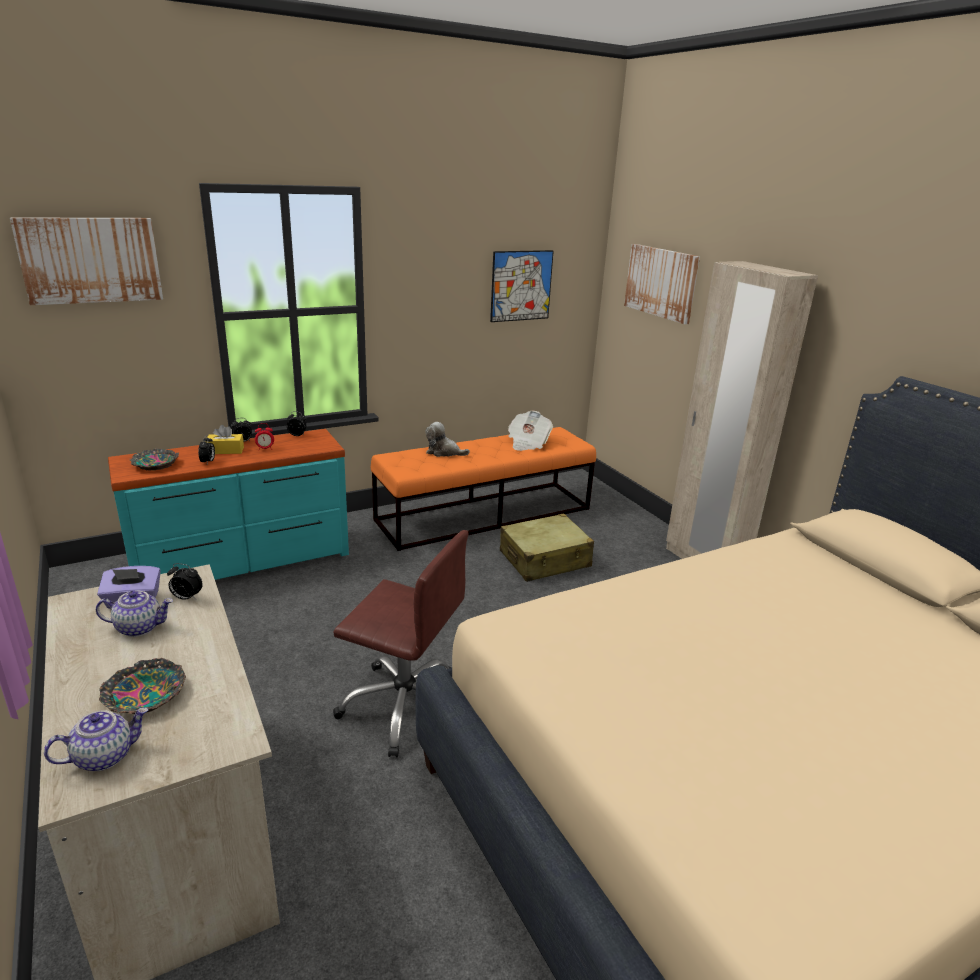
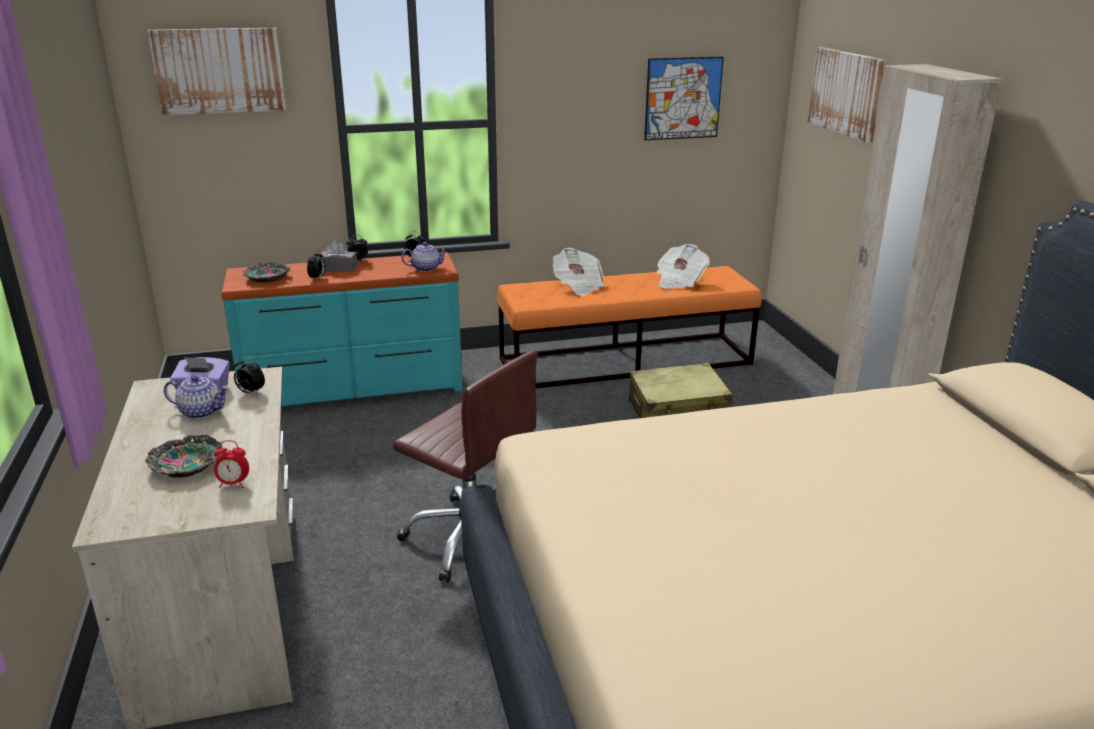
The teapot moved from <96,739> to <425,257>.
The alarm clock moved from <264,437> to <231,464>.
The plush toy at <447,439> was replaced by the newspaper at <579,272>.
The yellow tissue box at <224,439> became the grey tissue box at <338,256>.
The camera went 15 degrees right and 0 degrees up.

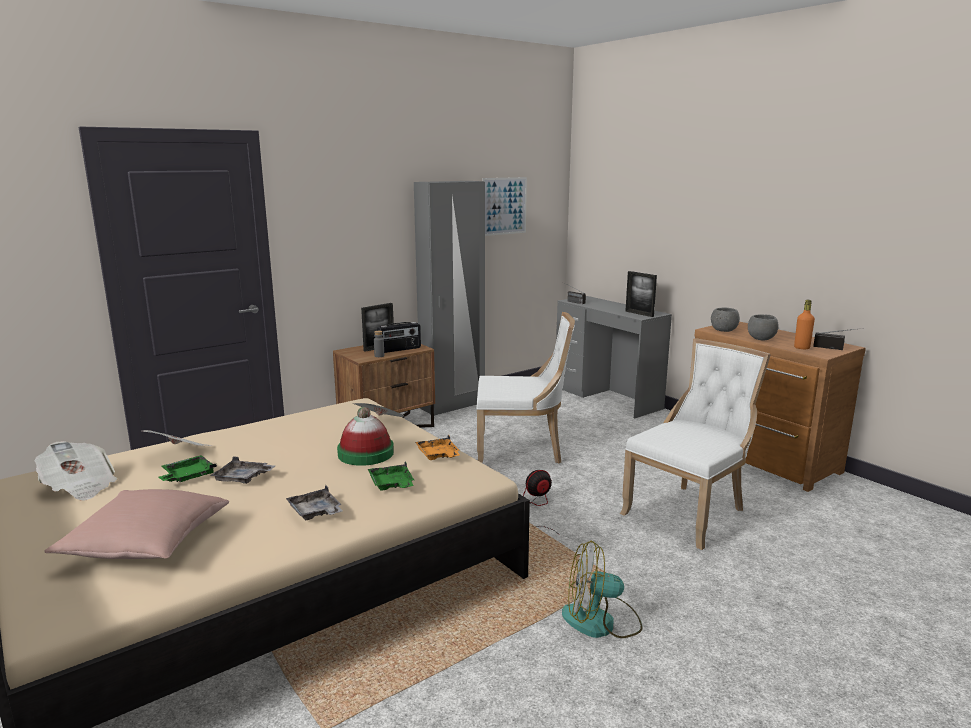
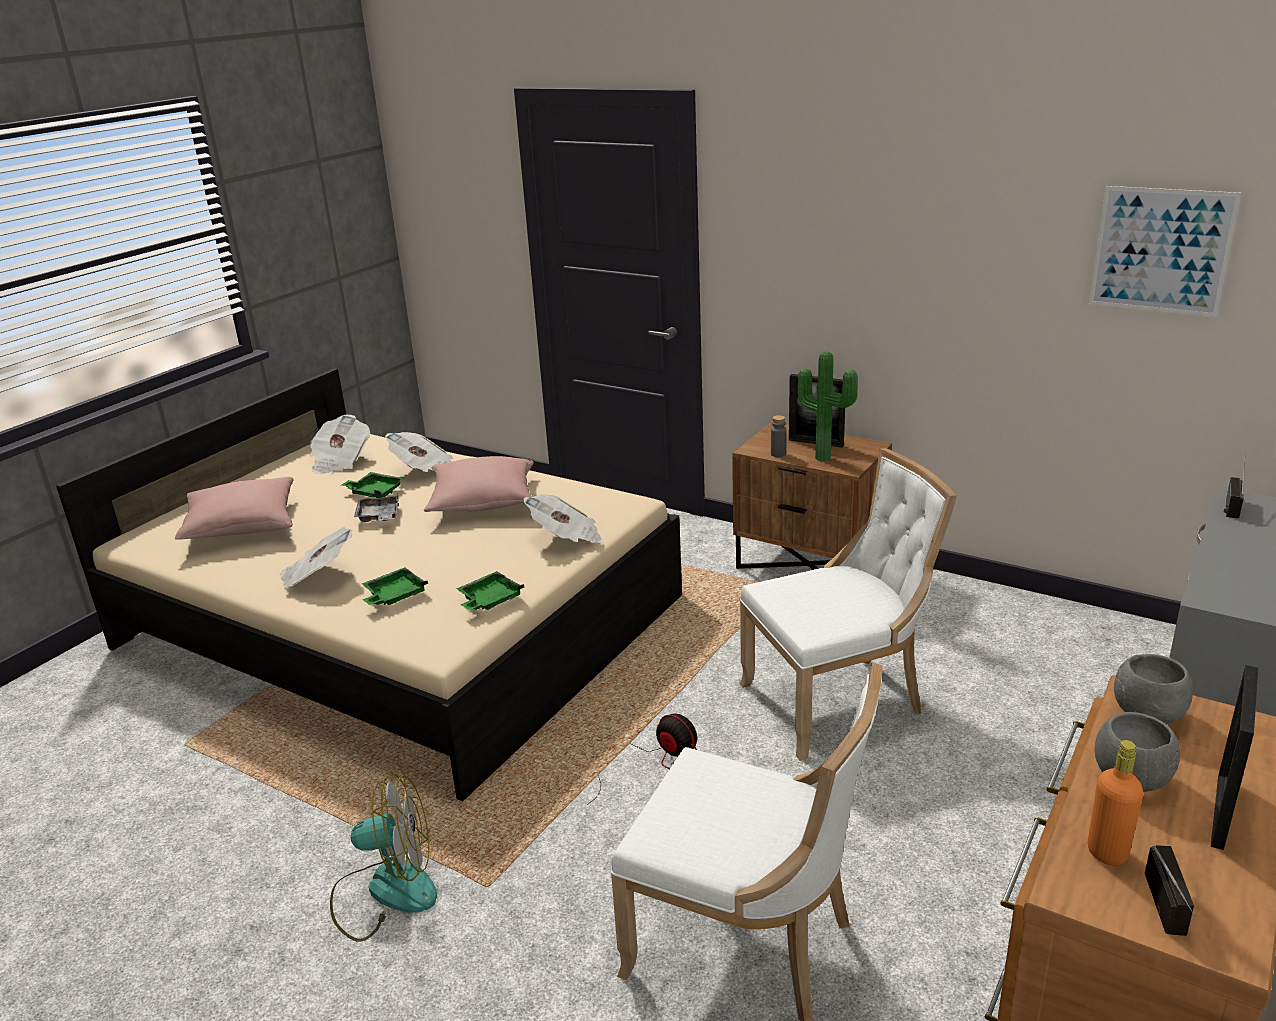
The hat at <365,436> disappeared.
The grey wardrobe at <449,298> disappeared.
The pink pillow at <479,484> appeared.
The picture frame moved from <641,294> to <1234,757>.
The grey tray at <314,502> was replaced by the newspaper at <316,558>.
The radio at <399,337> was replaced by the potted plant at <827,406>.
The orange tray at <437,447> became the green tray at <490,590>.
The white chair at <525,387> turned 90 degrees counterclockwise.
The fan at <602,589> turned 105 degrees clockwise.
The camera went 70 degrees right and 10 degrees up.

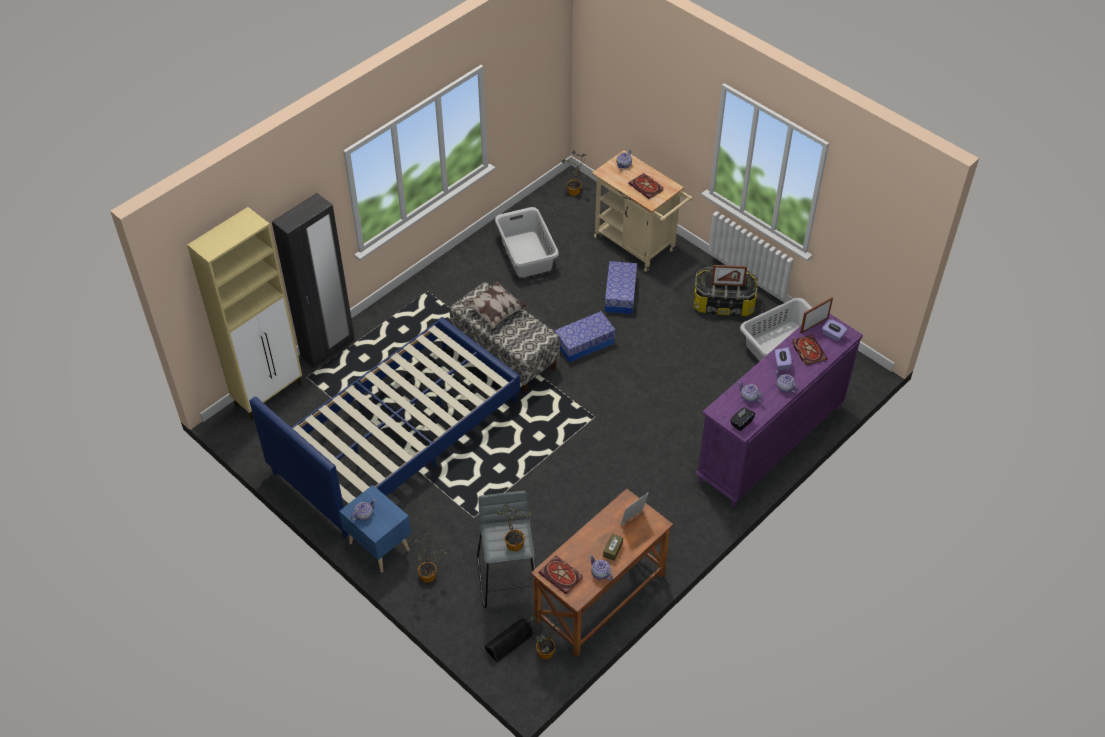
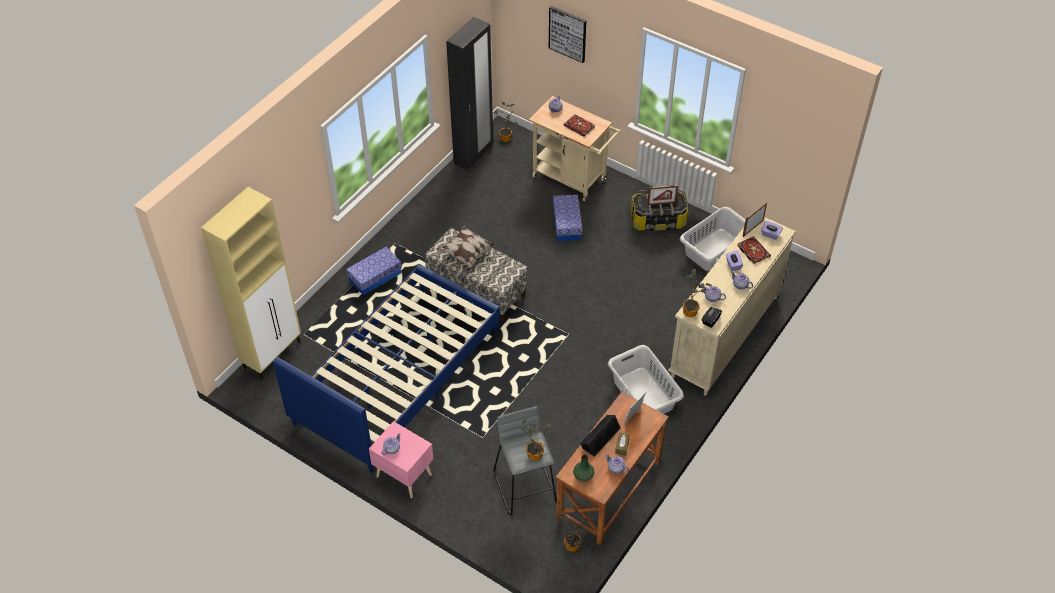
The picture at <567,34> appeared.
The black wardrobe moved from <313,280> to <469,93>.
The potted plant moved from <431,557> to <697,293>.
The black speaker moved from <509,640> to <600,436>.
The grey laundry basket moved from <527,242> to <646,379>.
The storage box moved from <585,336> to <374,271>.
The book at <561,575> was replaced by the green vase at <583,468>.
The blue nightstand at <375,529> became the pink nightstand at <401,459>.
The purple dresser at <779,410> became the beige dresser at <732,306>.
The camera went 10 degrees left and 0 degrees up.

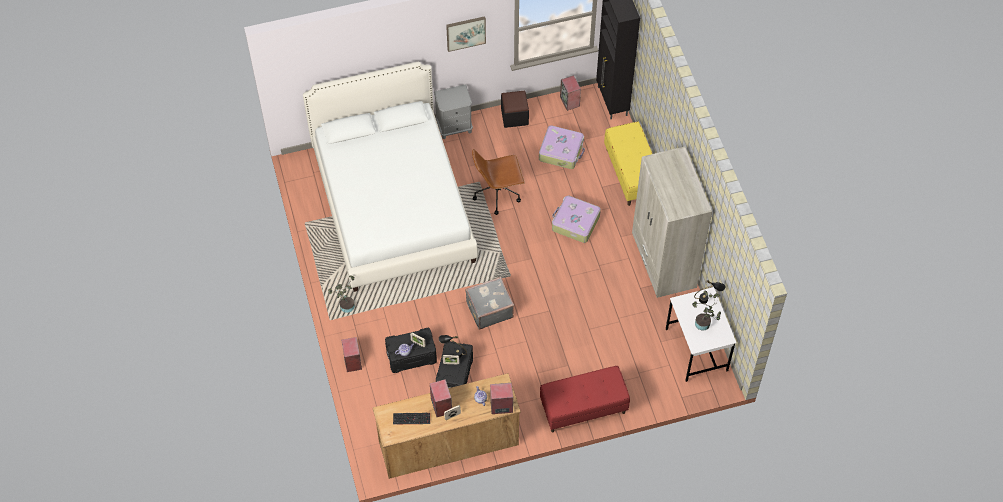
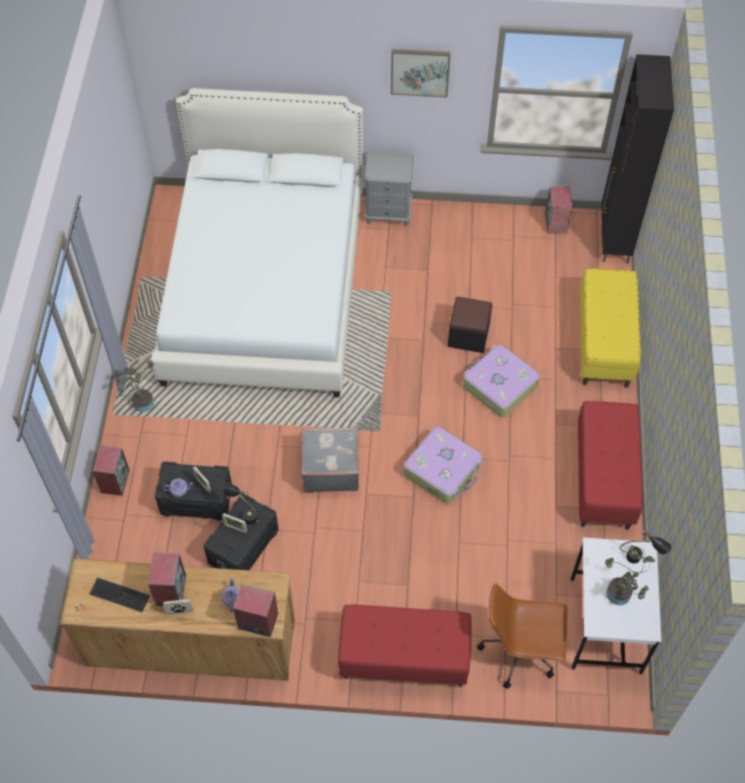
The brown office chair moved from <498,182> to <522,636>.
The black ottoman moved from <515,109> to <470,324>.
The suitcase moved from <562,147> to <443,465>.
The beige wardrobe at <672,222> was replaced by the red bench at <610,465>.
The camera went 20 degrees right and 0 degrees up.

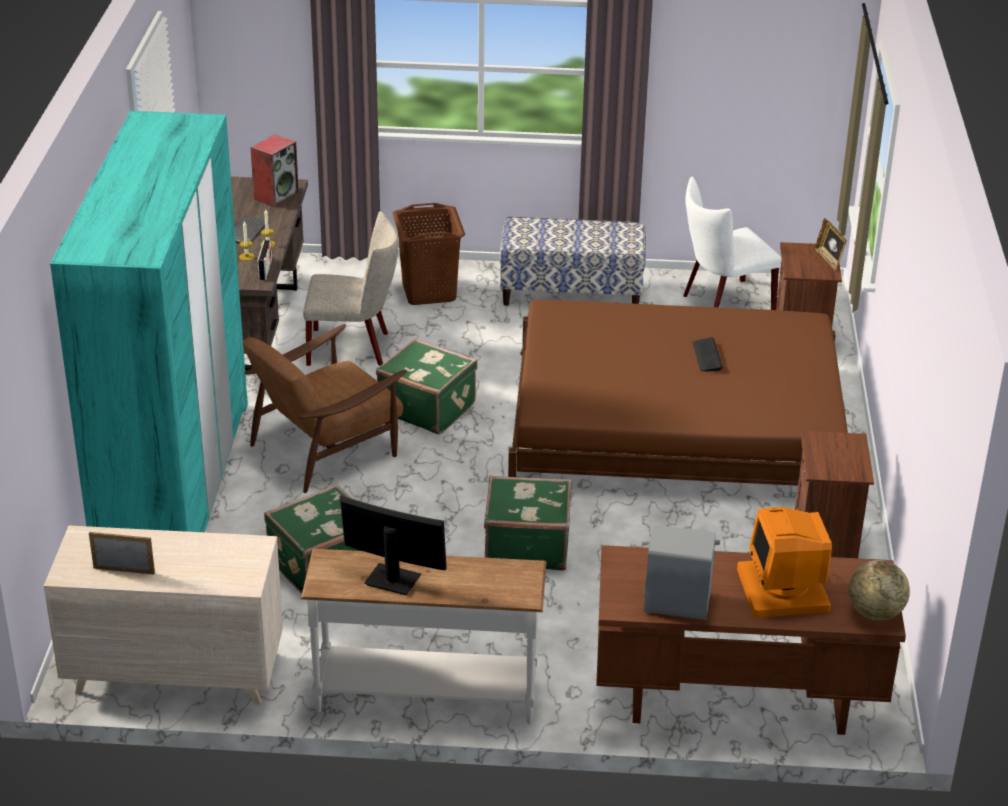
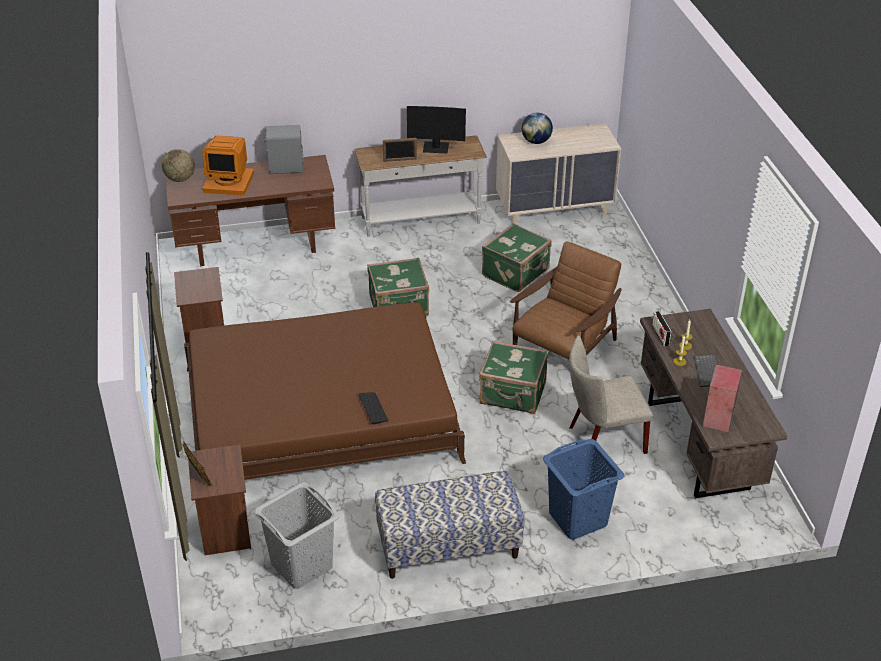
The turquoise wardrobe at <149,322> disappeared.
The globe at <537,128> appeared.
The picture frame moved from <122,553> to <400,150>.
The keyboard moved from <707,354> to <373,408>.
The white chair at <732,243> was replaced by the grey laundry basket at <297,535>.
The brown laundry basket at <428,254> became the blue laundry basket at <583,489>.
The monitor at <784,562> turned 120 degrees clockwise.
The camera went 165 degrees right and 5 degrees up.

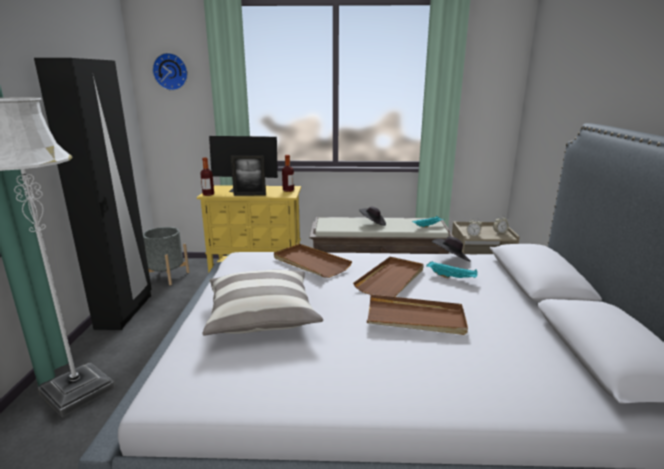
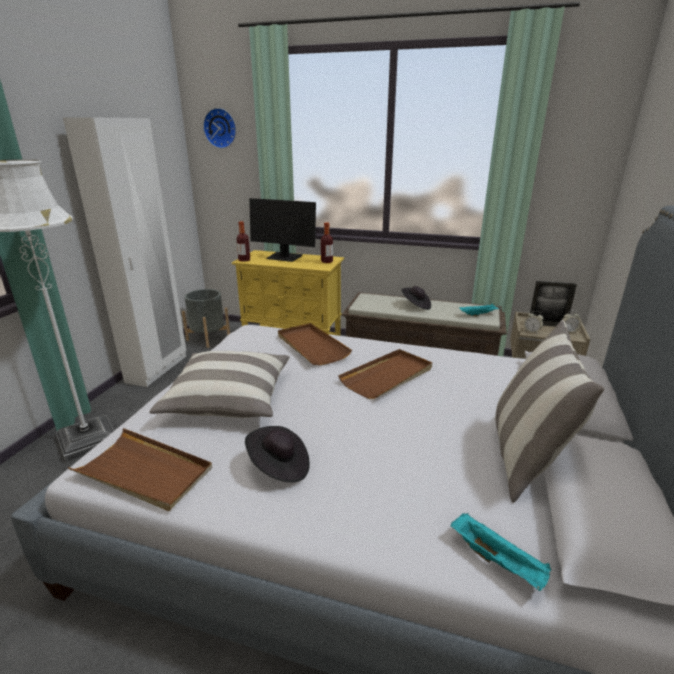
The pillow at <549,411> appeared.
The picture frame moved from <248,175> to <553,304>.
The brown tray moved from <417,314> to <140,469>.
The turquoise tray moved from <452,269> to <500,552>.
The black hat moved from <451,249> to <277,454>.
The black wardrobe at <93,194> became the white wardrobe at <124,252>.
The camera went 15 degrees right and 5 degrees up.

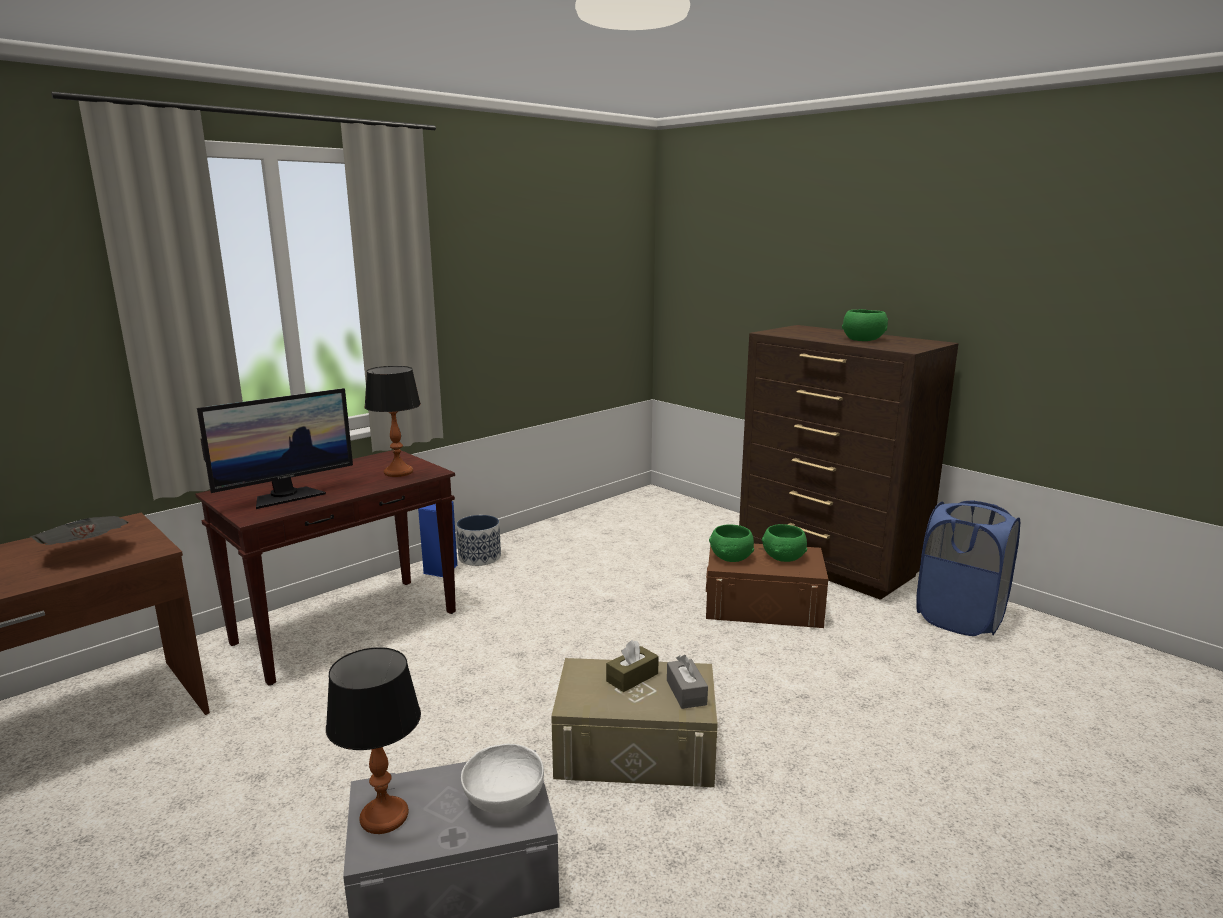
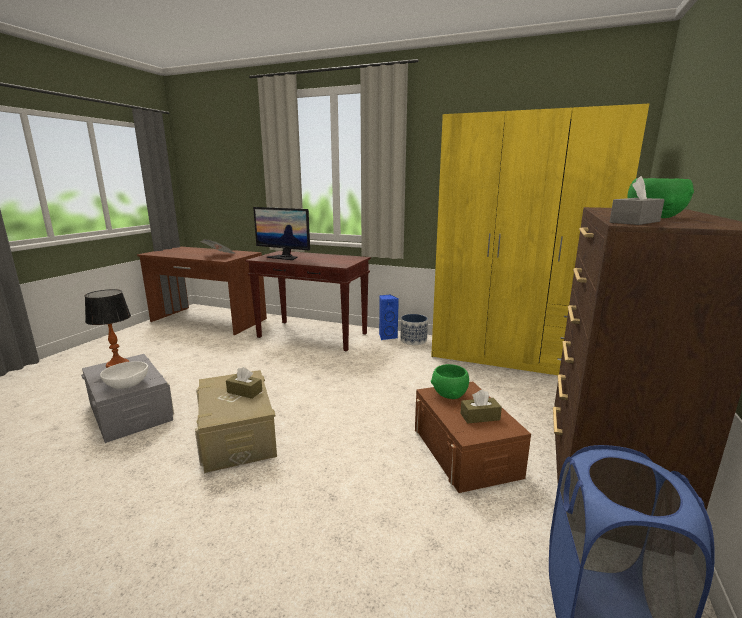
The table lamp at <392,421> disappeared.
The yellow wardrobe at <540,239> appeared.
The grey tissue box moved from <687,682> to <637,200>.
The green bowl at <784,543> was replaced by the brown tissue box at <481,407>.
The camera went 65 degrees right and 0 degrees up.

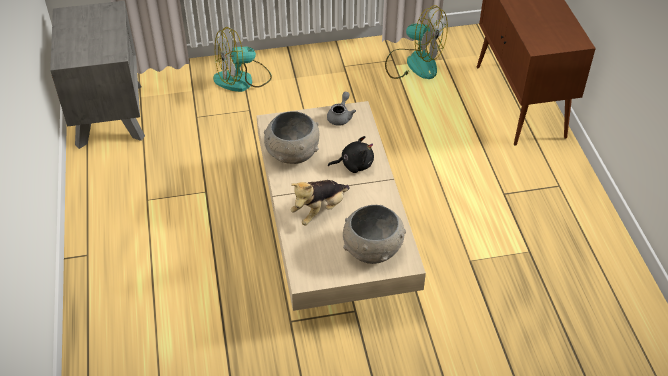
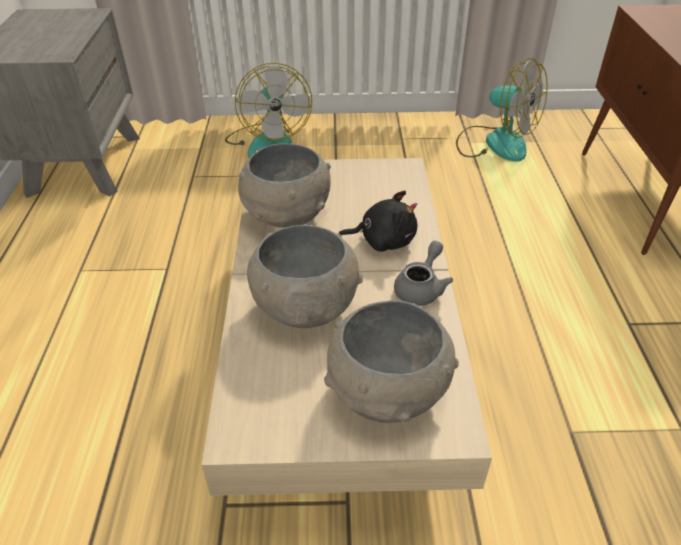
The grey teapot moved from <341,109> to <423,273>.
The plush toy at <320,202> was replaced by the grey bowl at <305,276>.
The fan at <242,59> turned 90 degrees counterclockwise.
The camera went 10 degrees right and 5 degrees down.

